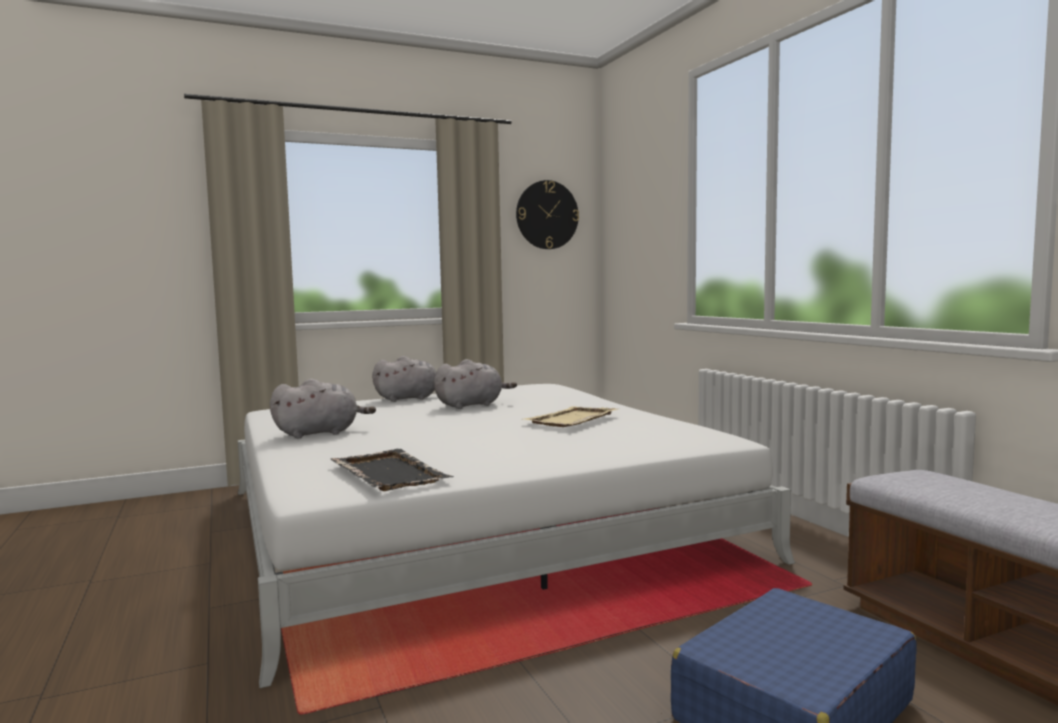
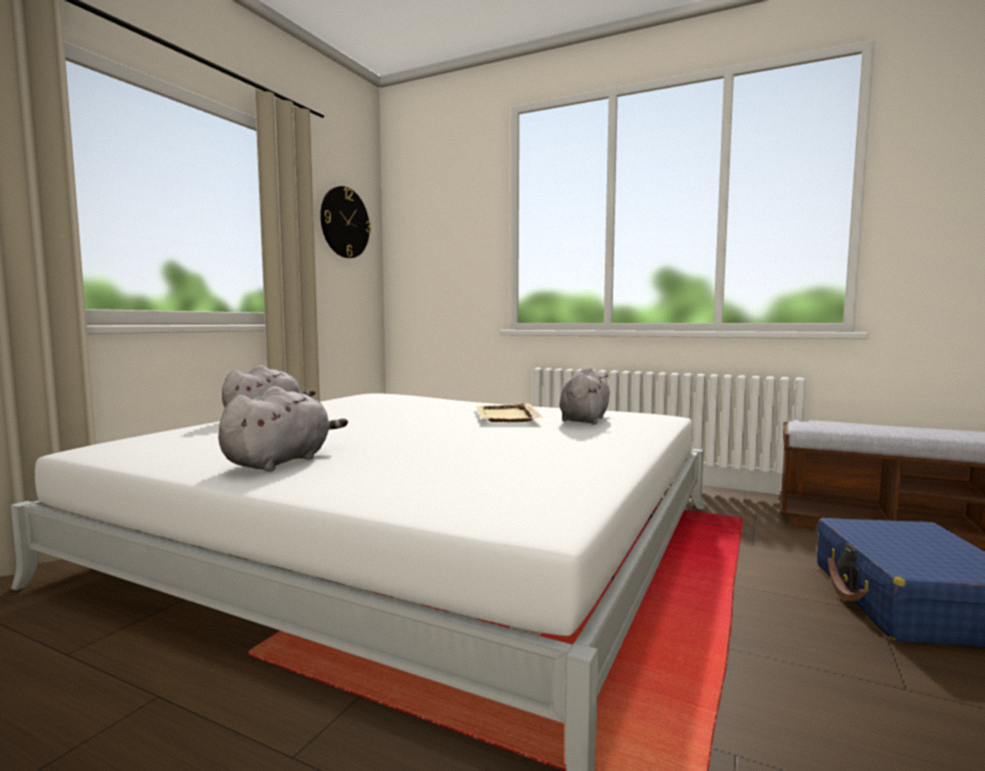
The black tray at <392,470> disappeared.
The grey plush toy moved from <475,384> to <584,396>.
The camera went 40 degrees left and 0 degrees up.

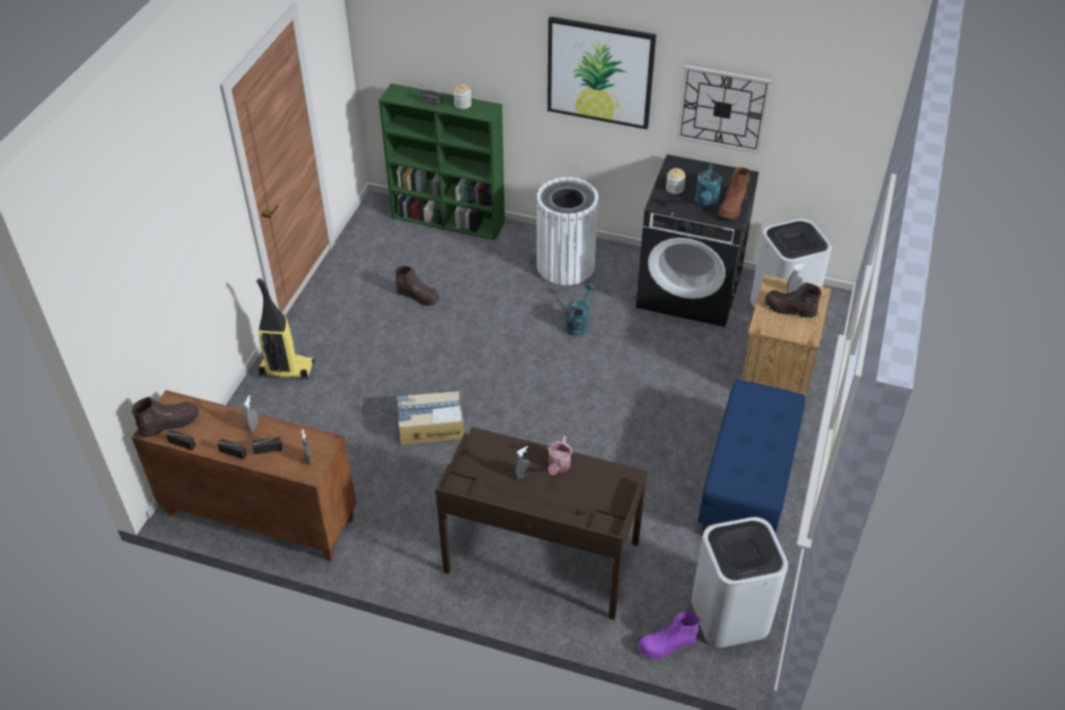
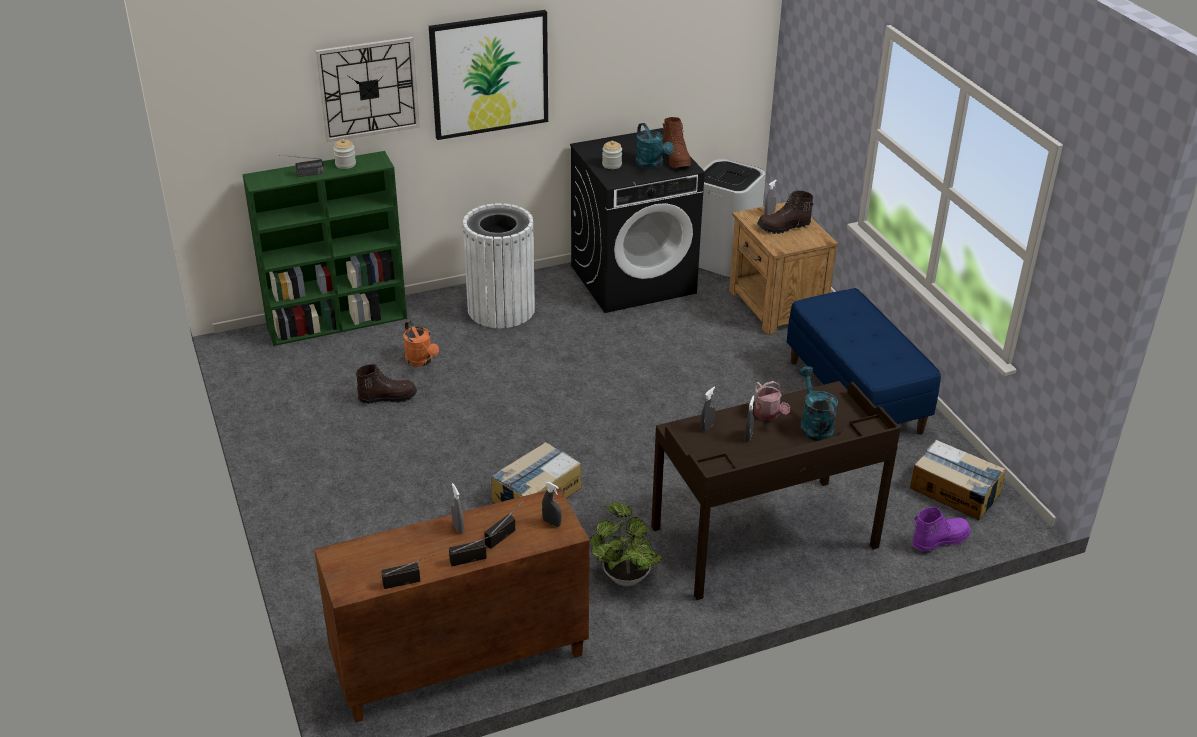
The brown boot at <165,417> disappeared.
The vacuum cleaner at <286,329> disappeared.
The orange watering can at <421,343> appeared.
The potted plant at <626,544> appeared.
The grey spray bottle at <707,409> appeared.
The turquoise watering can moved from <580,309> to <818,403>.
The wall clock moved from <724,109> to <367,89>.
The white trash can at <739,582> was replaced by the cardboard box at <958,480>.
The purple boot at <669,635> turned 150 degrees counterclockwise.
The camera went 40 degrees left and 10 degrees down.

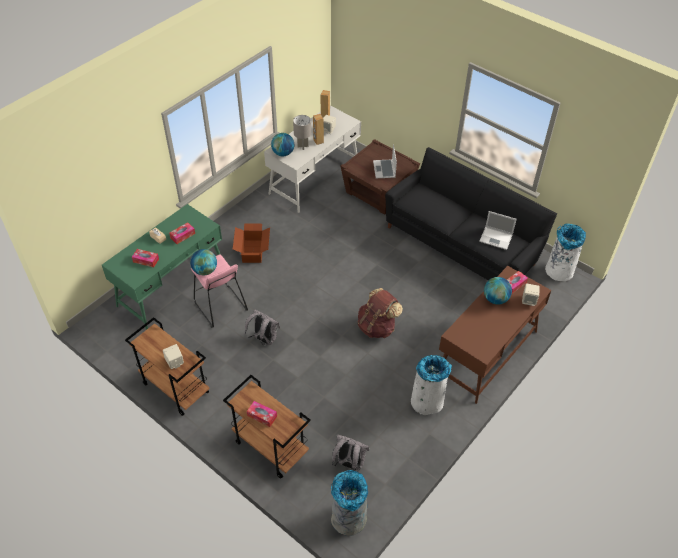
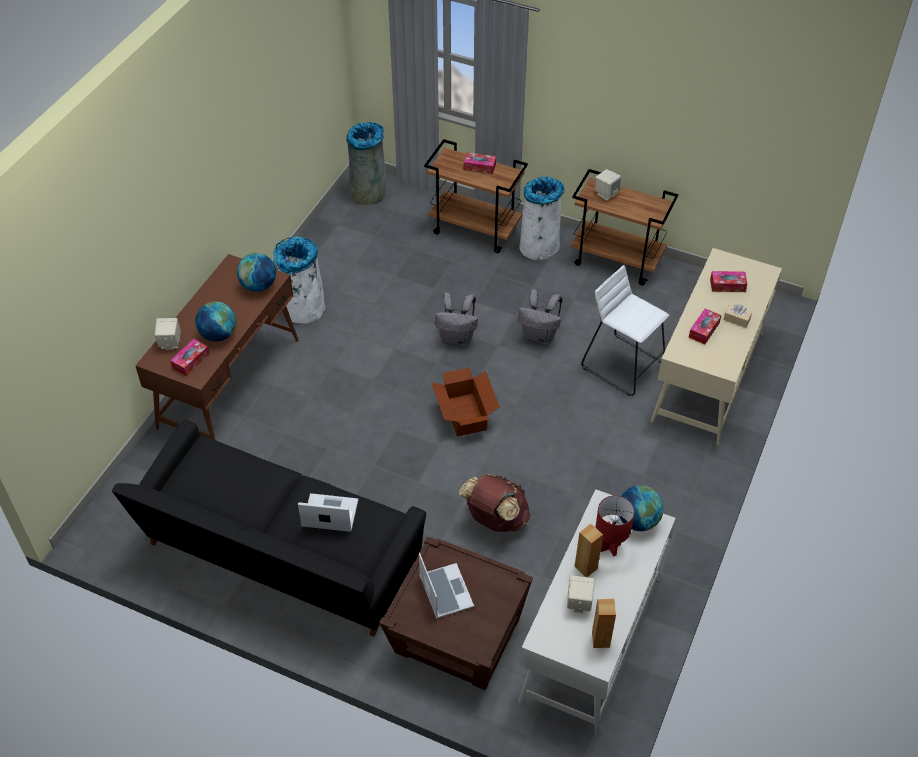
The globe moved from <203,262> to <256,272>.
The cardboard box moved from <251,243> to <465,402>.
The grey backpack moved from <350,453> to <456,319>.
The brown backpack moved from <380,313> to <494,503>.
The laptop moved from <498,230> to <328,512>.
The white trash can moved from <565,252> to <541,218>.
The green desk at <162,267> became the beige desk at <716,346>.
The pink stool at <219,291> became the white stool at <625,330>.
The grey table lamp at <302,132> became the red table lamp at <615,526>.
The camera went 165 degrees right and 0 degrees up.

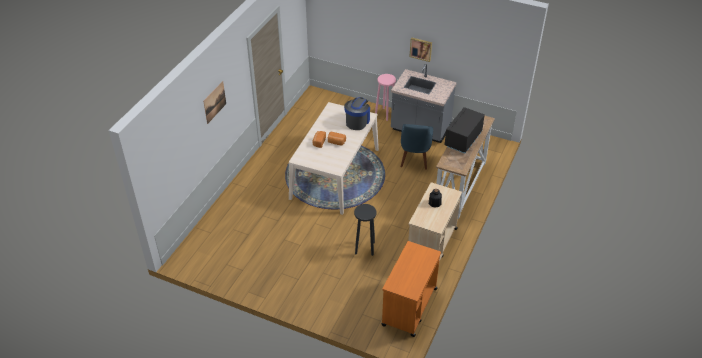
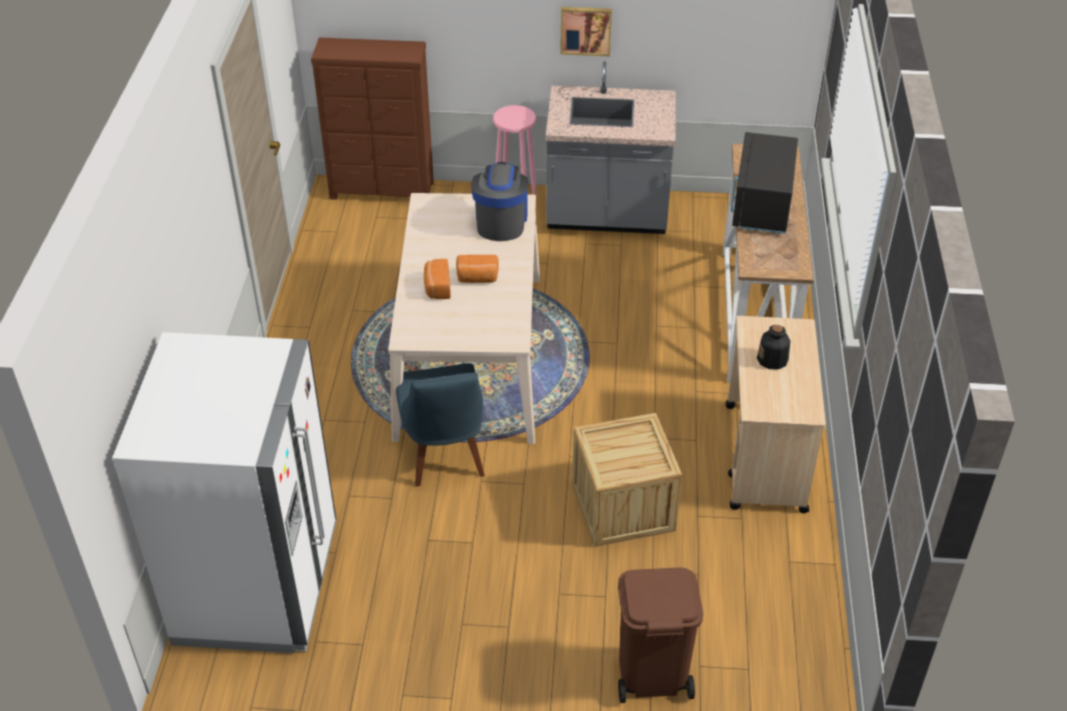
The picture at <214,102> disappeared.
The orange cart at <411,289> disappeared.
The white fridge at <224,492> appeared.
The brown dresser at <372,118> appeared.
The brown trash can at <660,635> appeared.
The blue chair moved from <417,147> to <440,425>.
The black stool at <365,230> was replaced by the crate at <627,480>.
The camera went 20 degrees left and 0 degrees up.

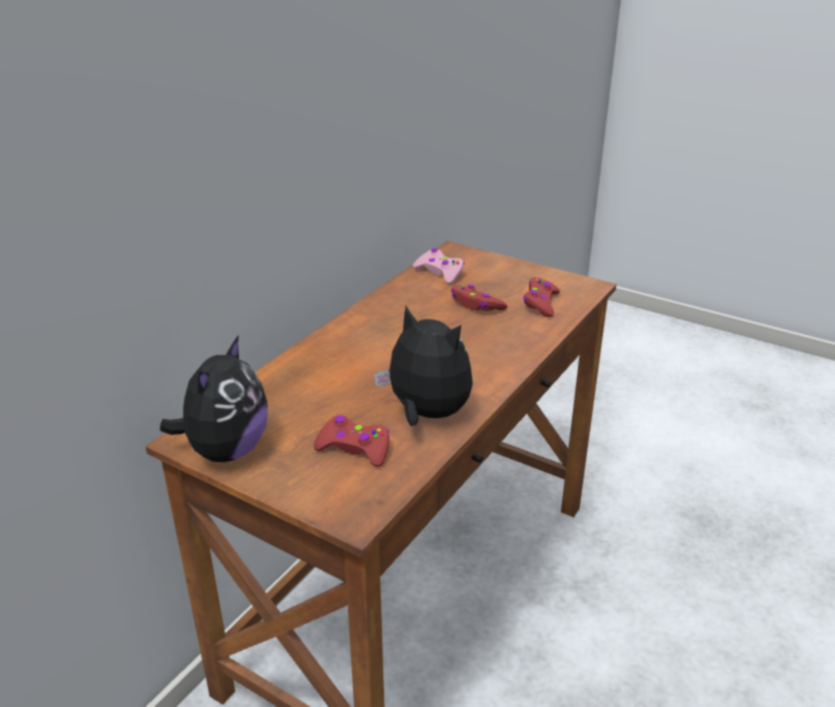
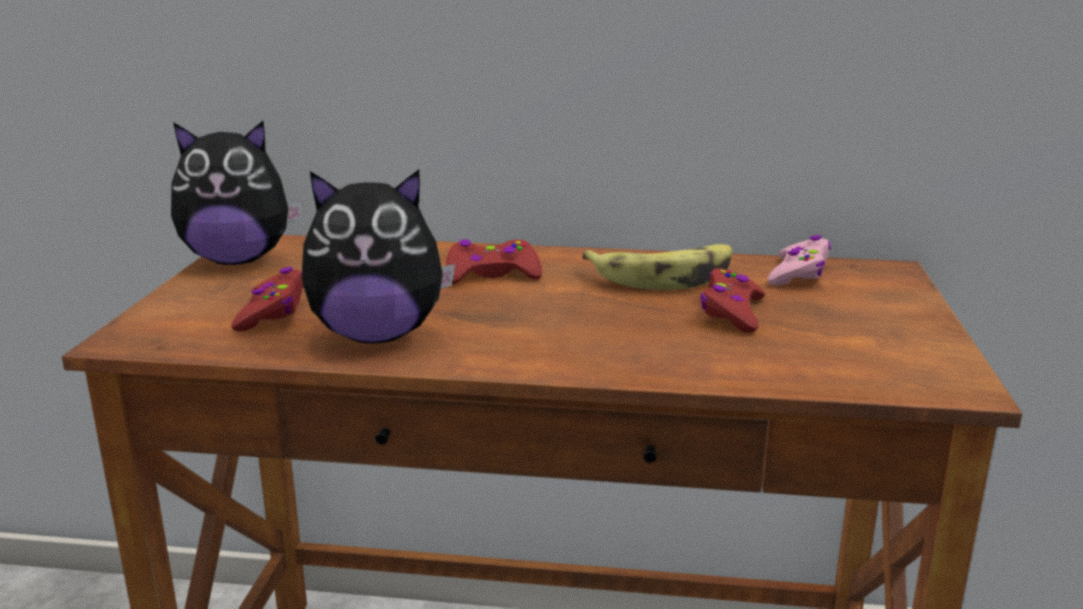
The banana at <657,267> appeared.
The red game controller moved from <541,297> to <494,261>.
The plush toy at <423,366> turned 75 degrees clockwise.
The camera went 65 degrees right and 10 degrees down.

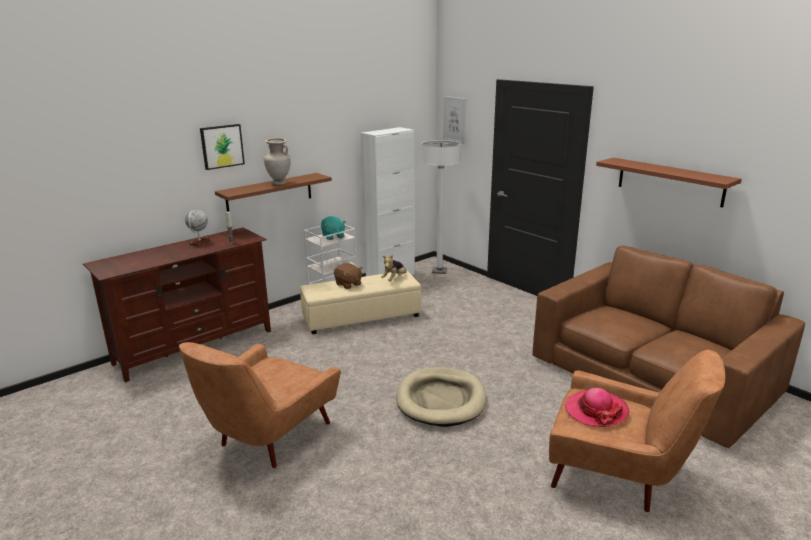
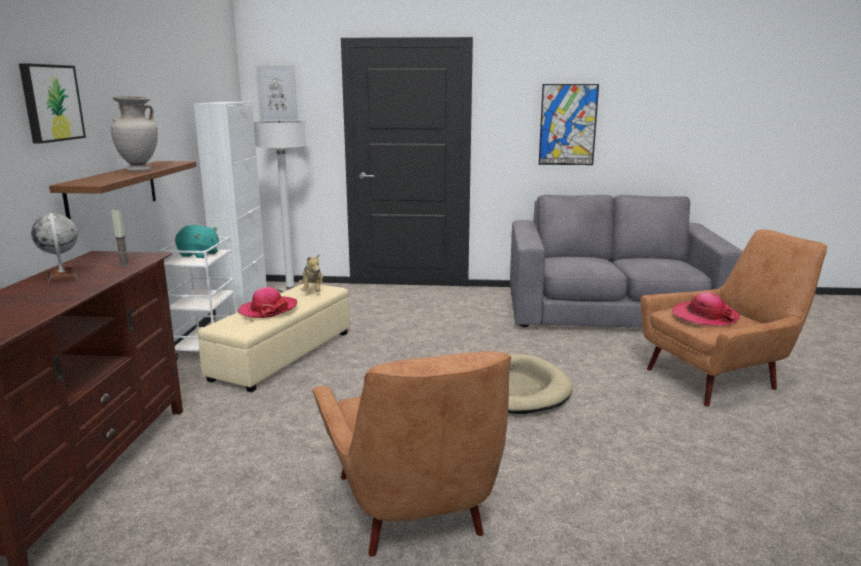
The brown plush toy at <348,276> was replaced by the hat at <267,302>.
The brown shelf at <669,183> was replaced by the picture at <569,124>.
The brown sofa at <668,347> became the grey sofa at <626,261>.
The camera went 45 degrees left and 5 degrees down.

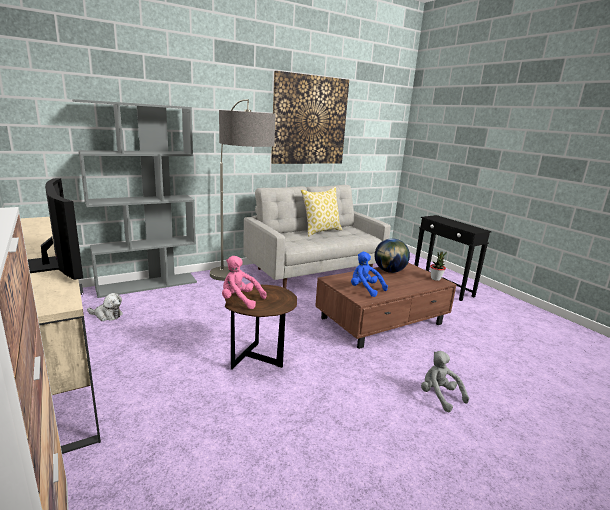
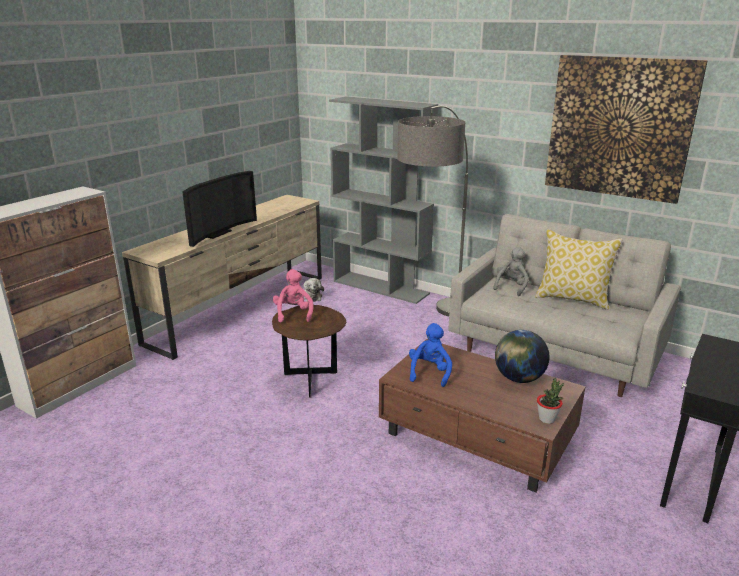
The grey plush toy moved from <445,381> to <511,271>.
The camera went 65 degrees right and 5 degrees up.

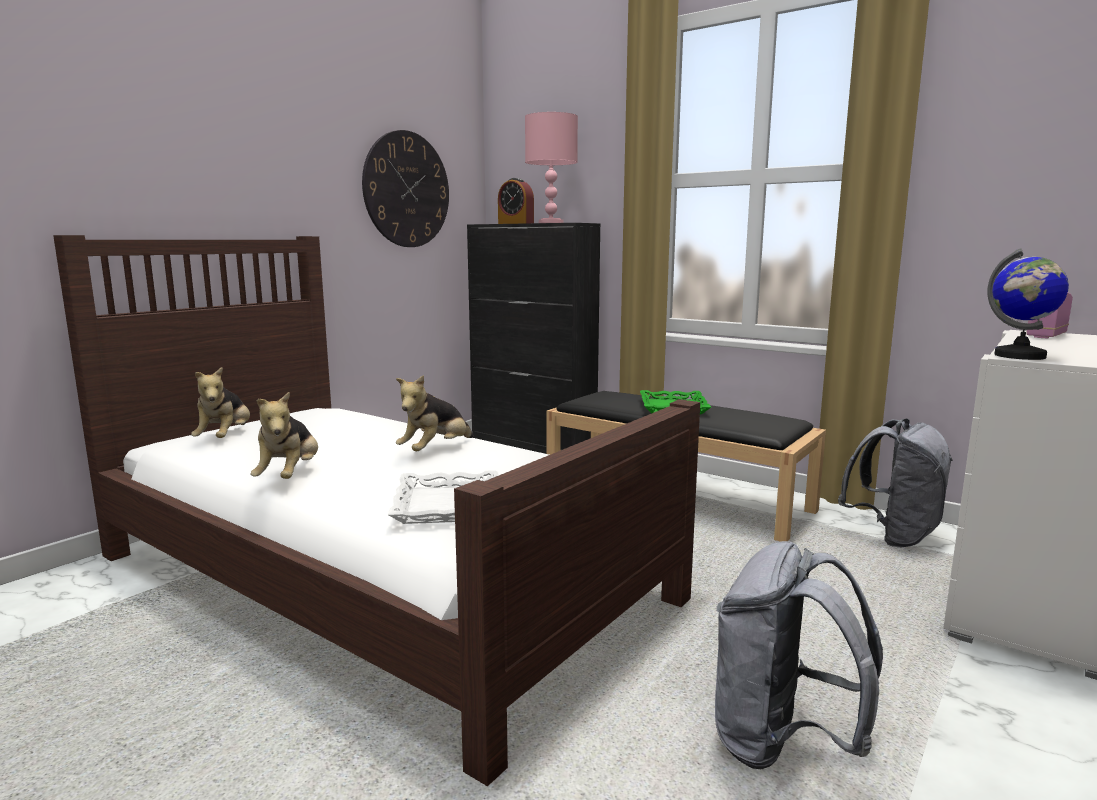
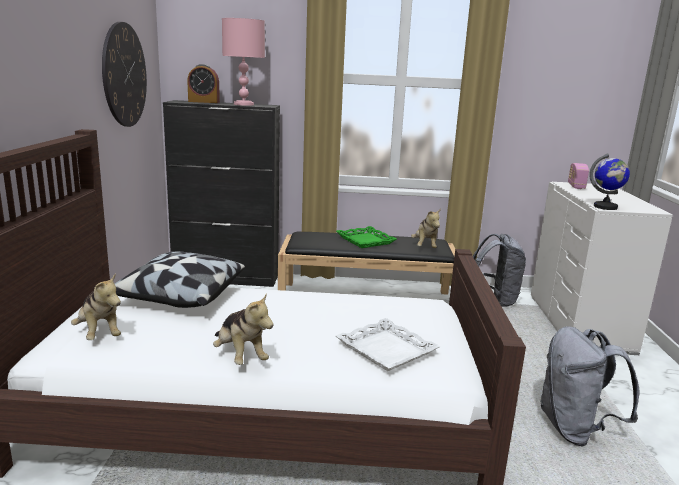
The pillow at <180,280> appeared.
The plush toy moved from <434,413> to <426,228>.
The camera went 35 degrees left and 5 degrees up.

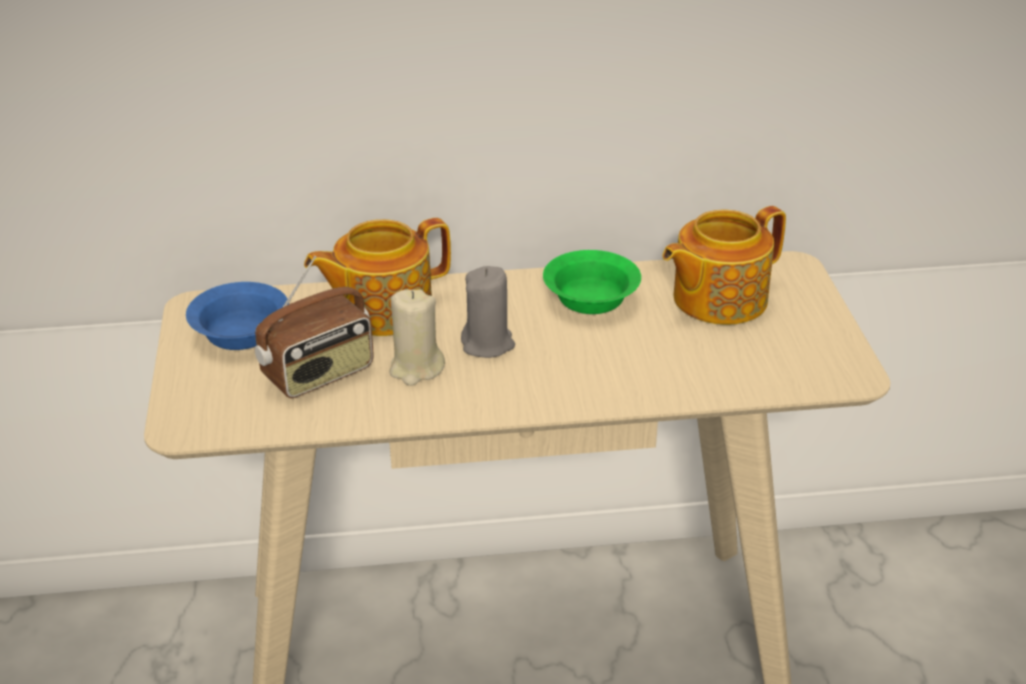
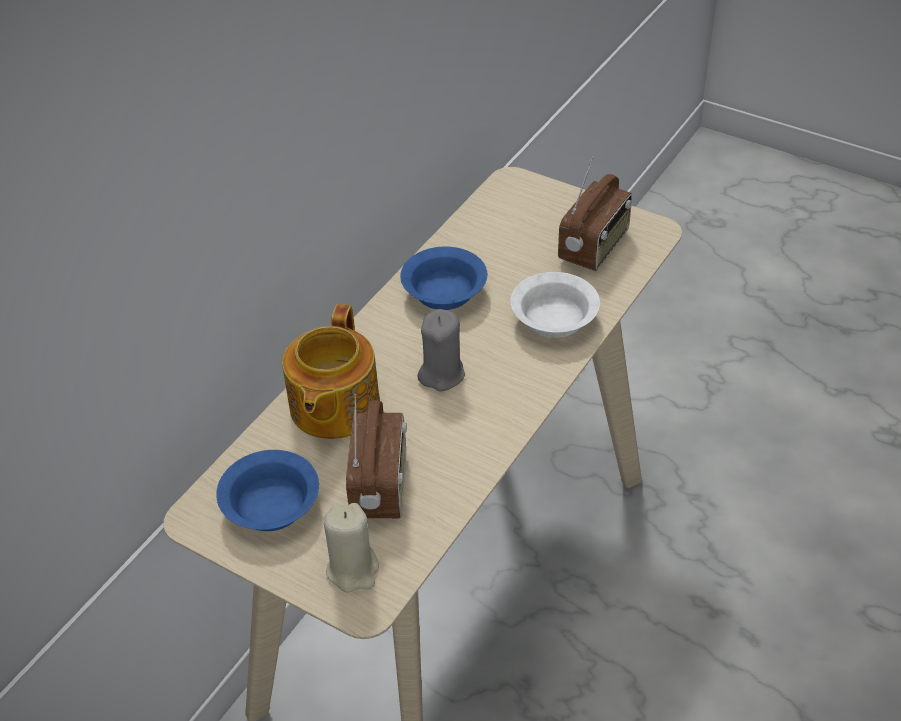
The teapot at <724,265> disappeared.
The white bowl at <555,305> appeared.
The radio at <595,213> appeared.
The beige candle moved from <417,337> to <351,548>.
The green bowl at <592,282> became the blue bowl at <443,278>.
The camera went 50 degrees left and 10 degrees up.

